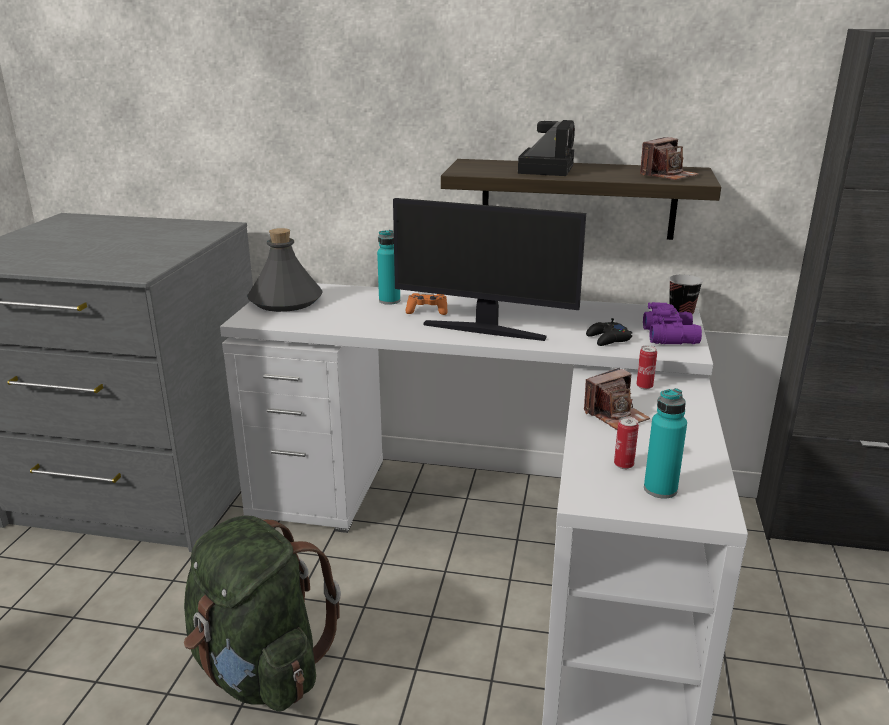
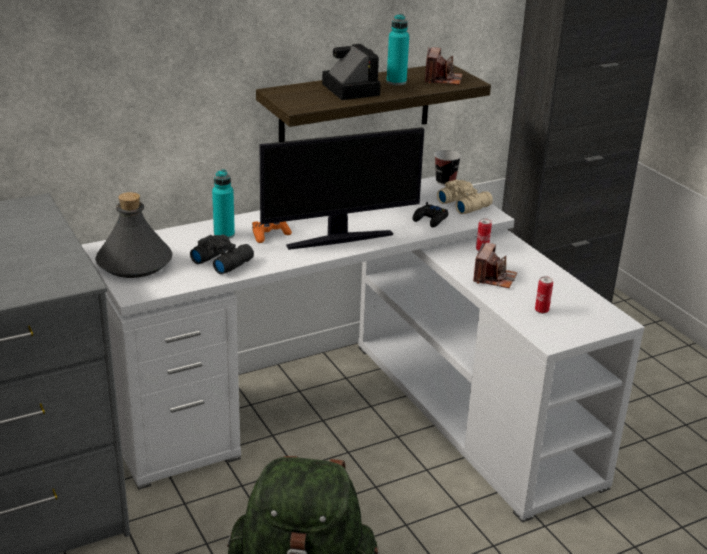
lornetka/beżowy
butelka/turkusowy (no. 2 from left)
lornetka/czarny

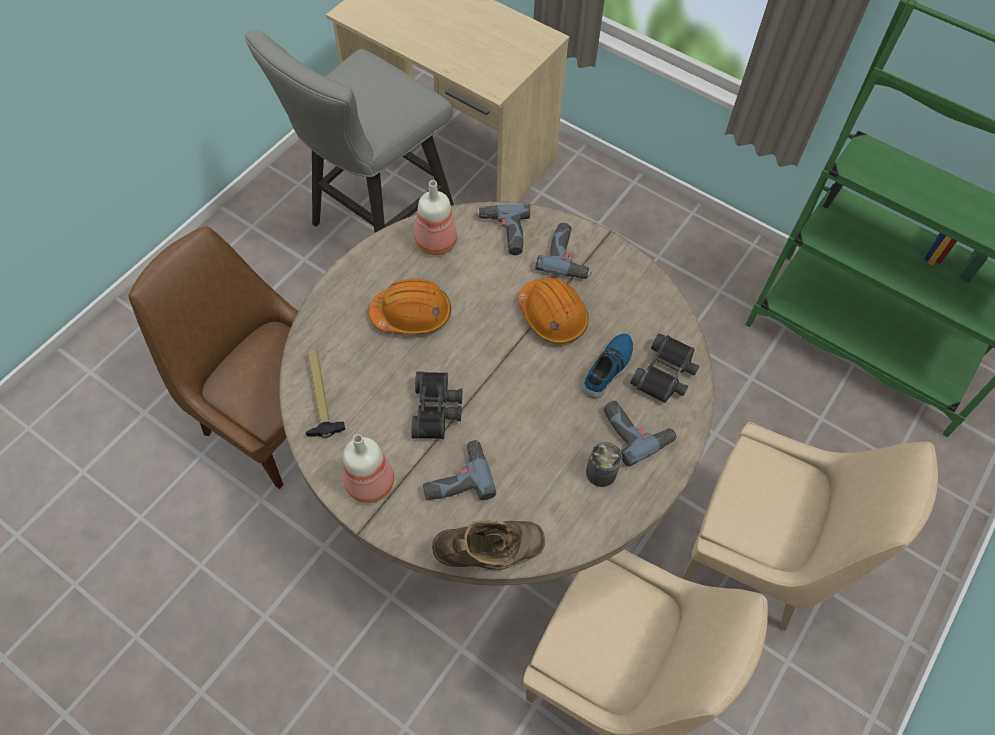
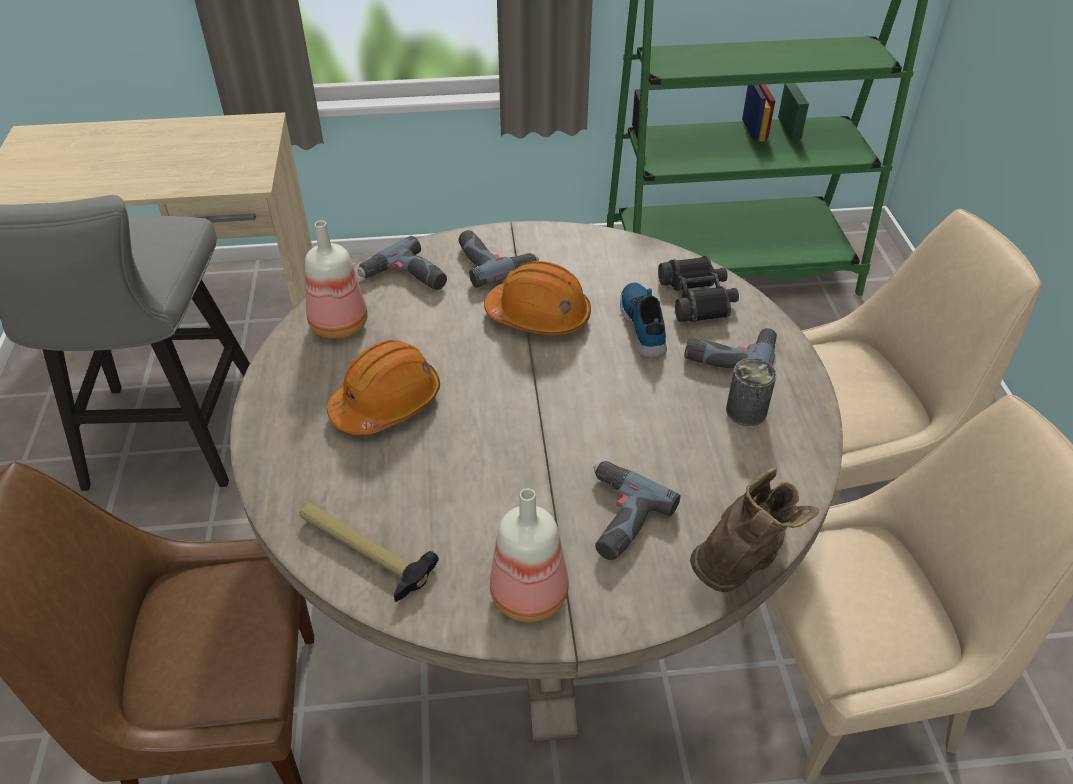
lornetka/czarny (no. 1 from left in the first image)

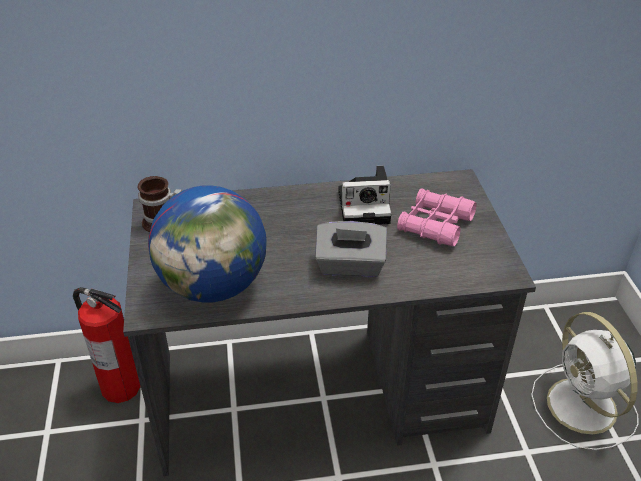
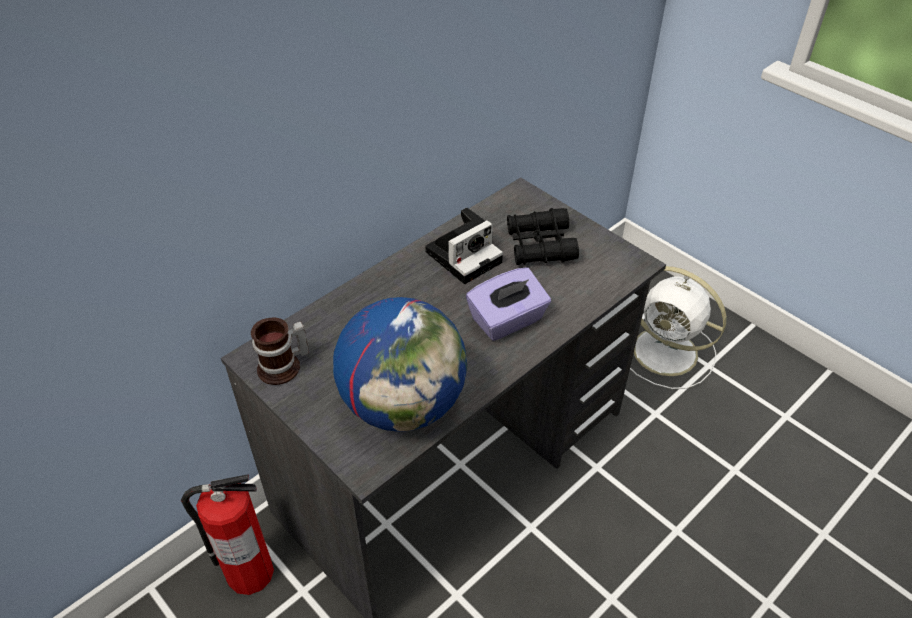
pudełko chusteczek/fioletowy
lornetka/czarny

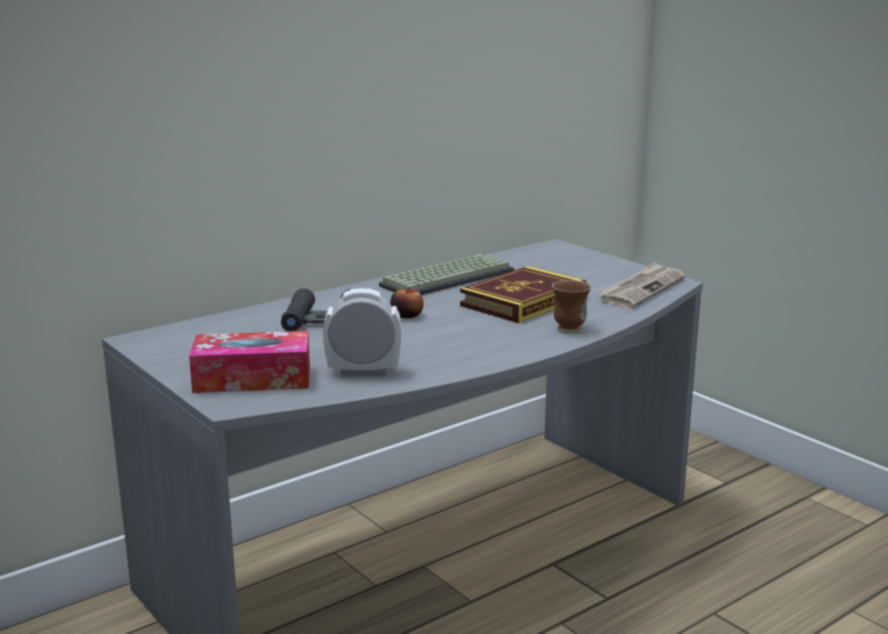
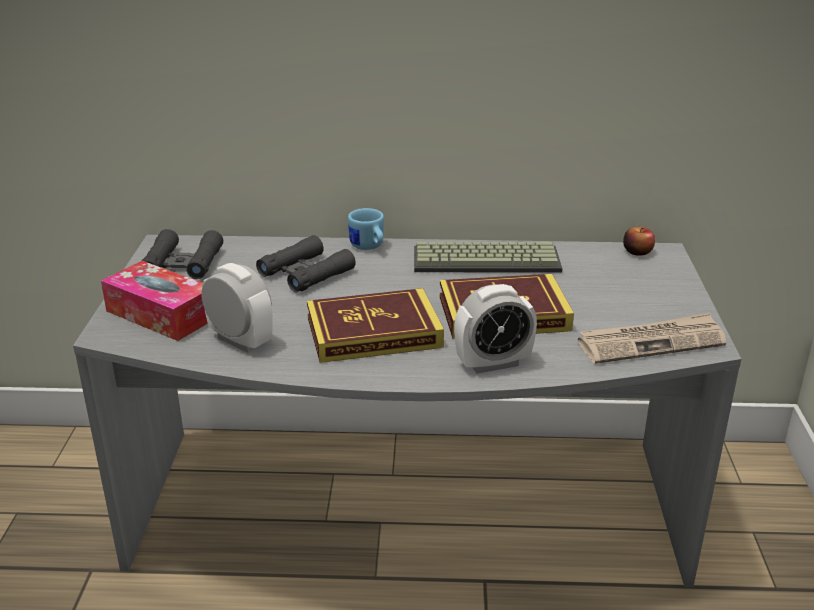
jabłko
budzik (no. 2 from left)
lornetka/czarny (no. 1 from left)
książka (no. 1 from left)
kubek/niebieski

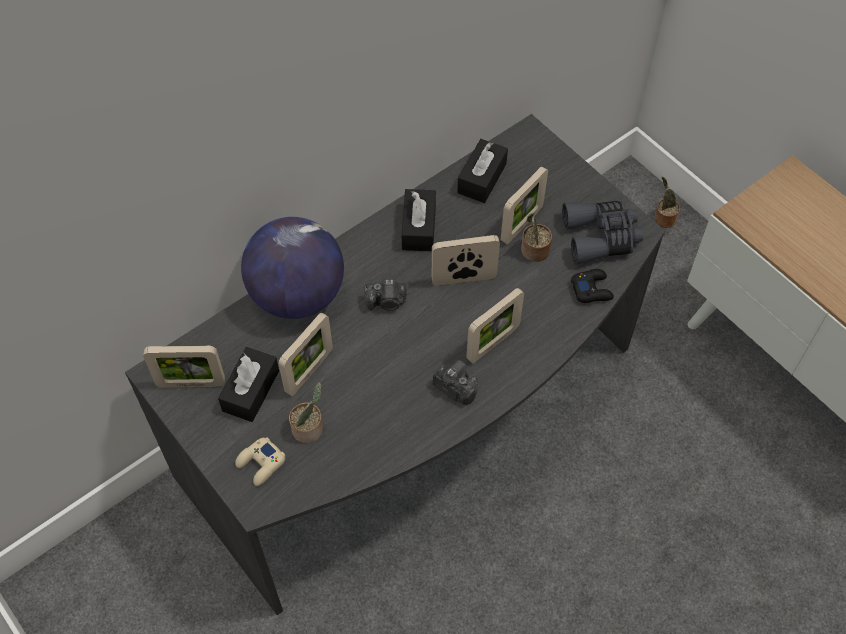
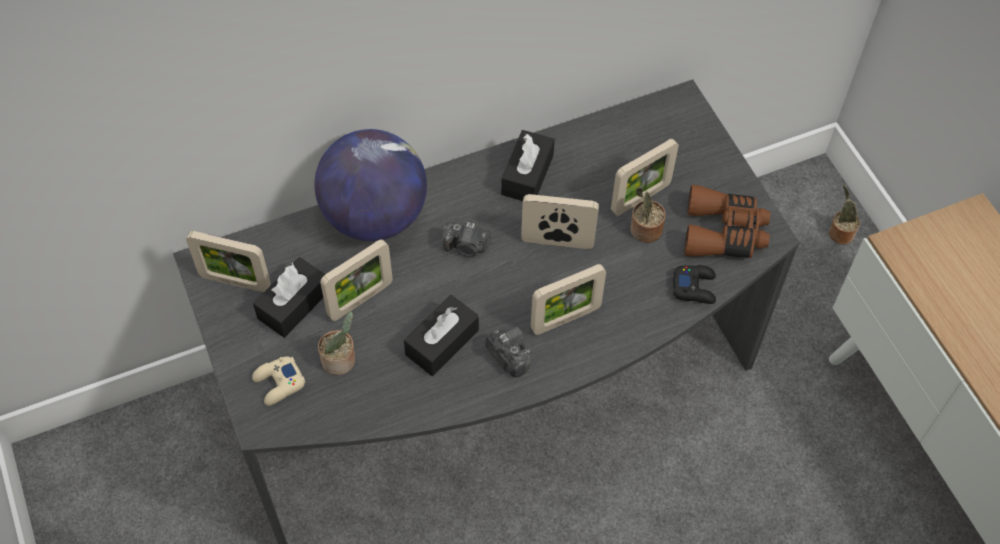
pudełko chusteczek/czarny (no. 2 from left)
lornetka/brązowy

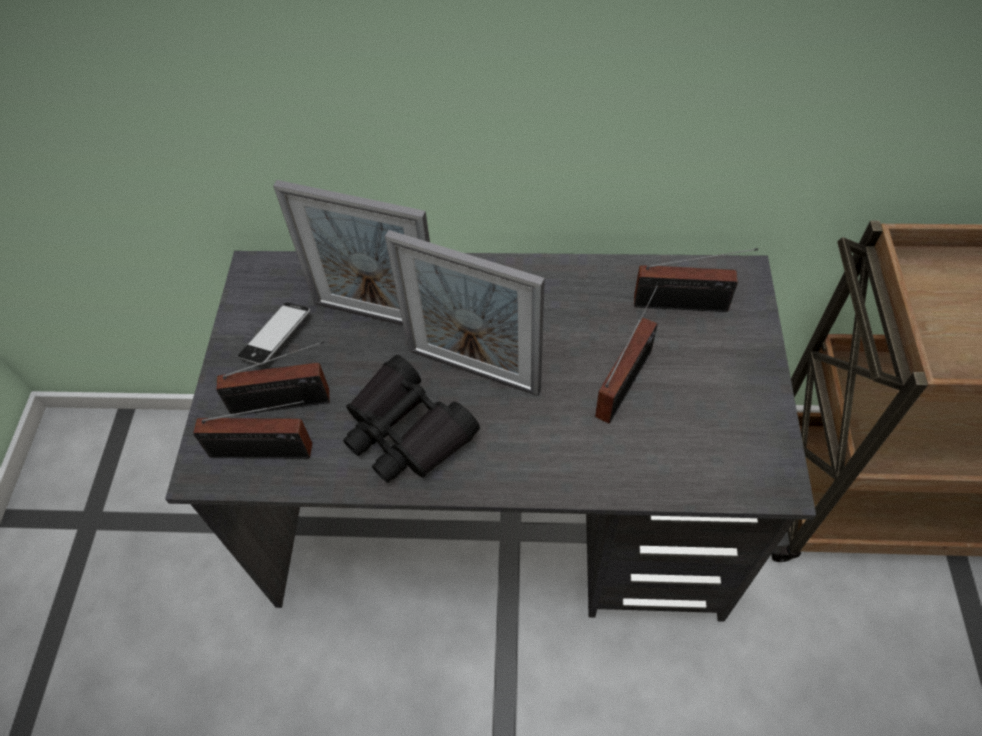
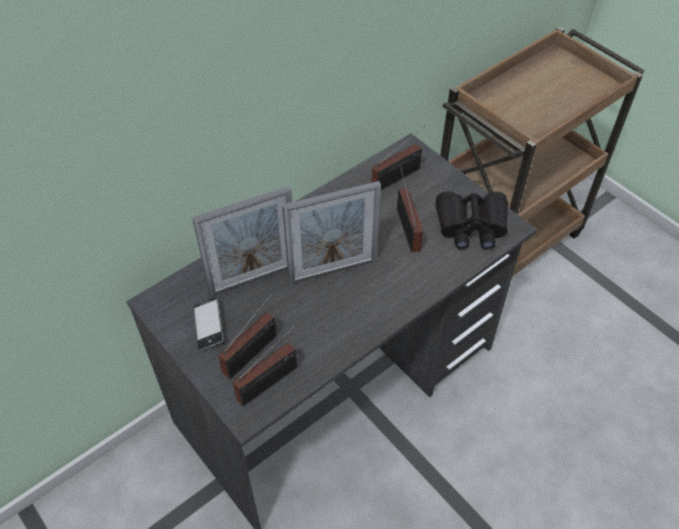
lornetka/czarny

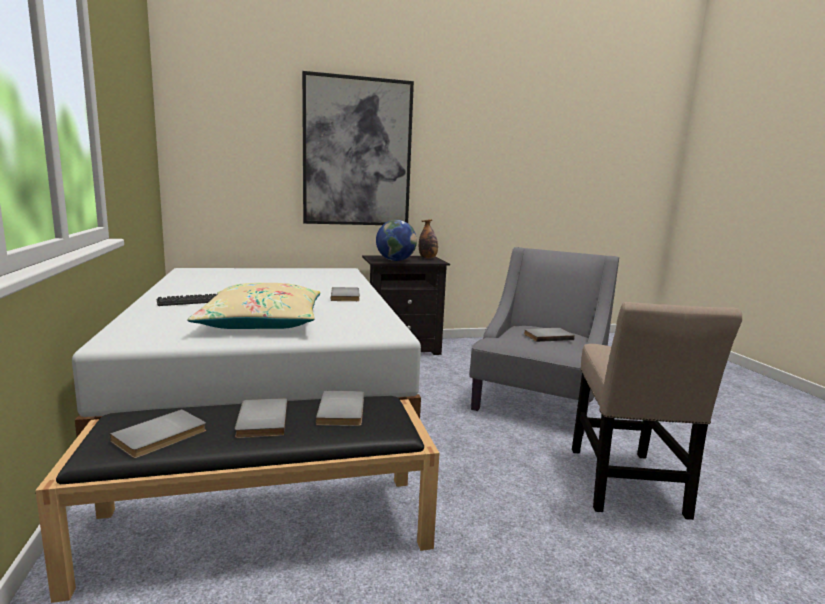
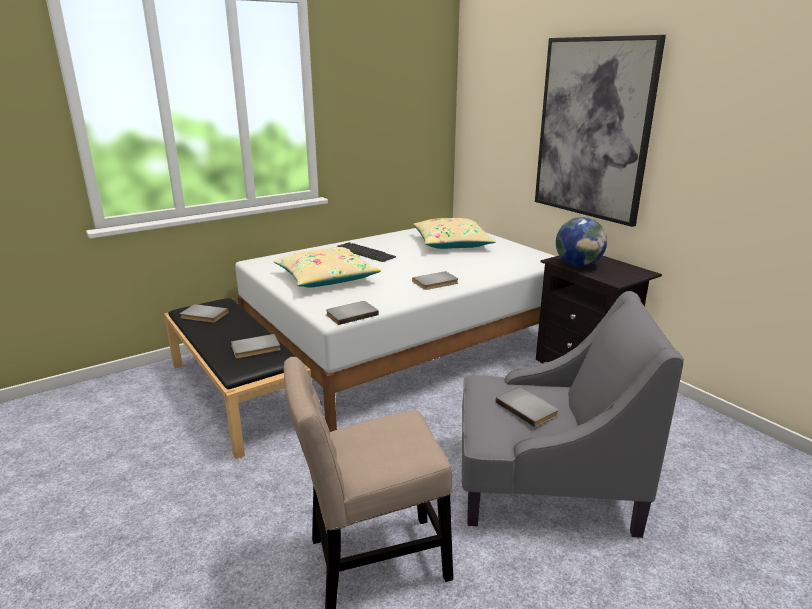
książka/szary (no. 3 from left)
butelka
poduszka/beżowy (no. 2 from left)

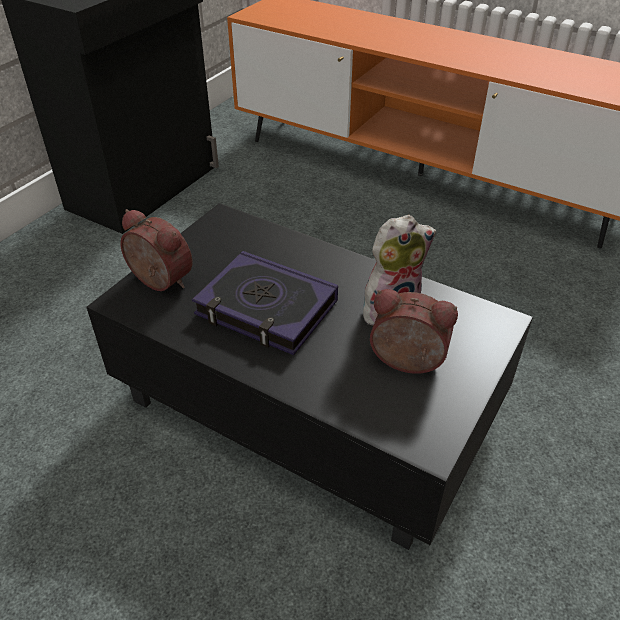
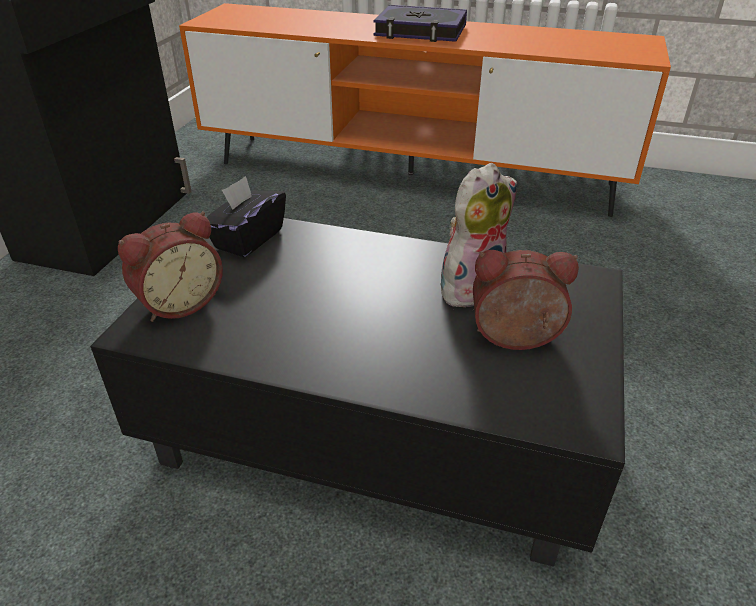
budzik (no. 1 from left)
książka
pudełko chusteczek/czarny

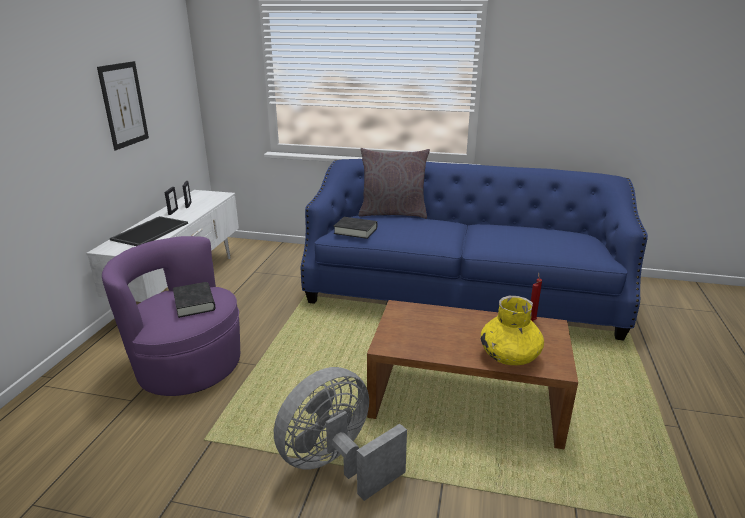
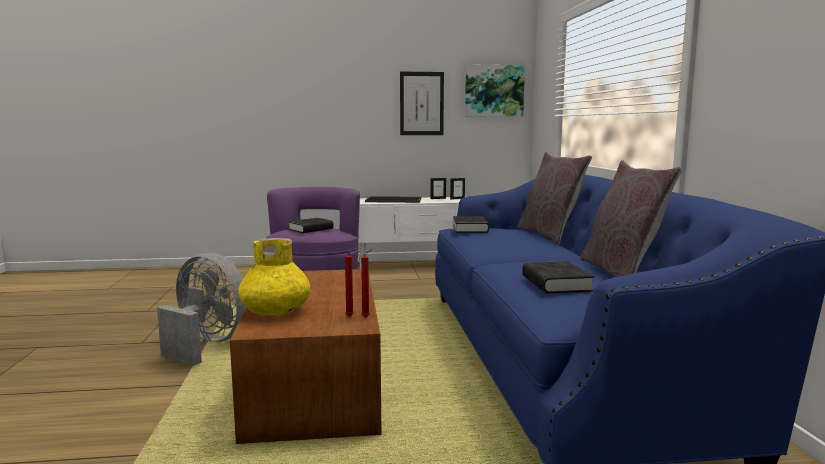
obraz (no. 2 from left)
książka/czarny (no. 3 from left)
poduszka/szary (no. 2 from left)

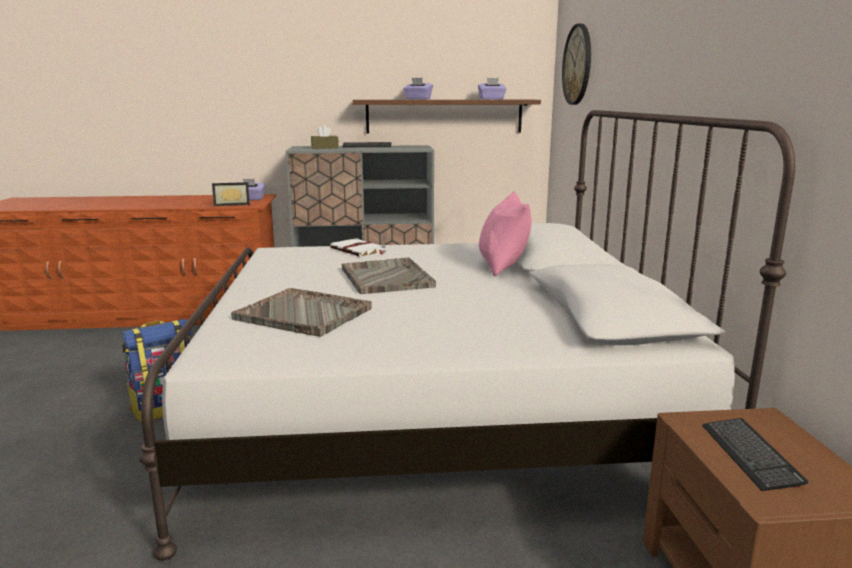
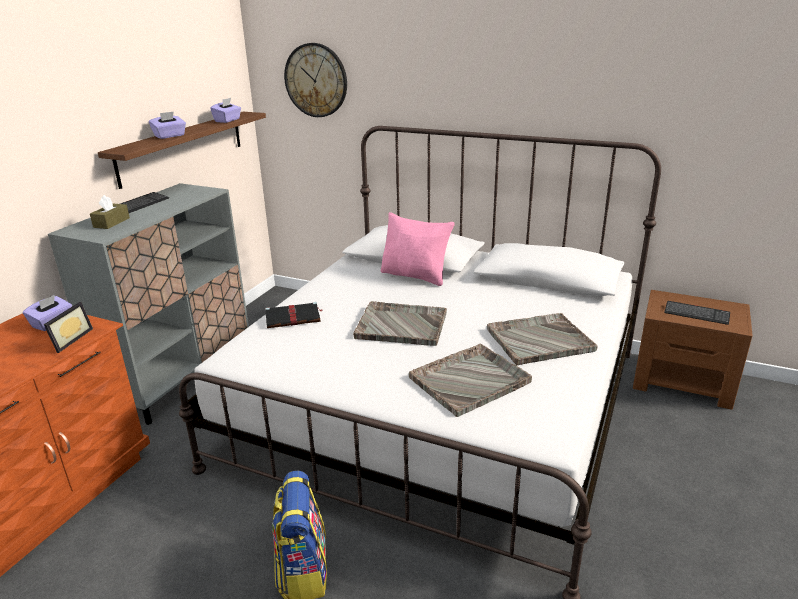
książka/czarny
taca/szary (no. 3 from left)

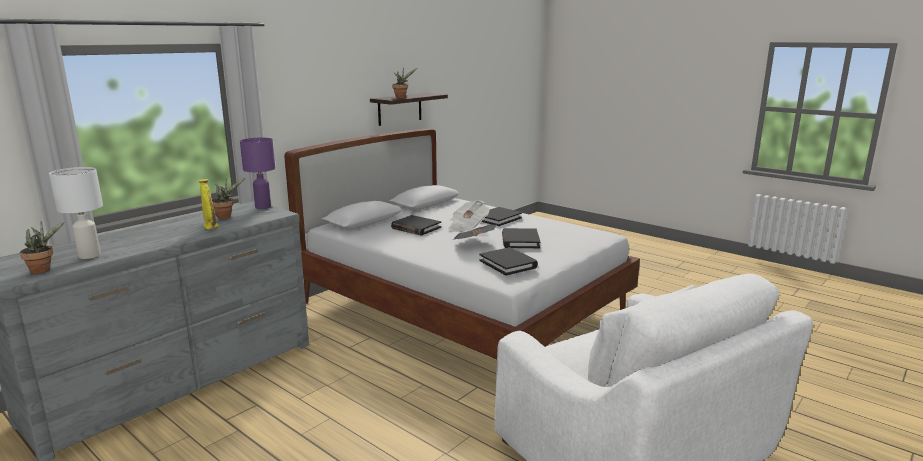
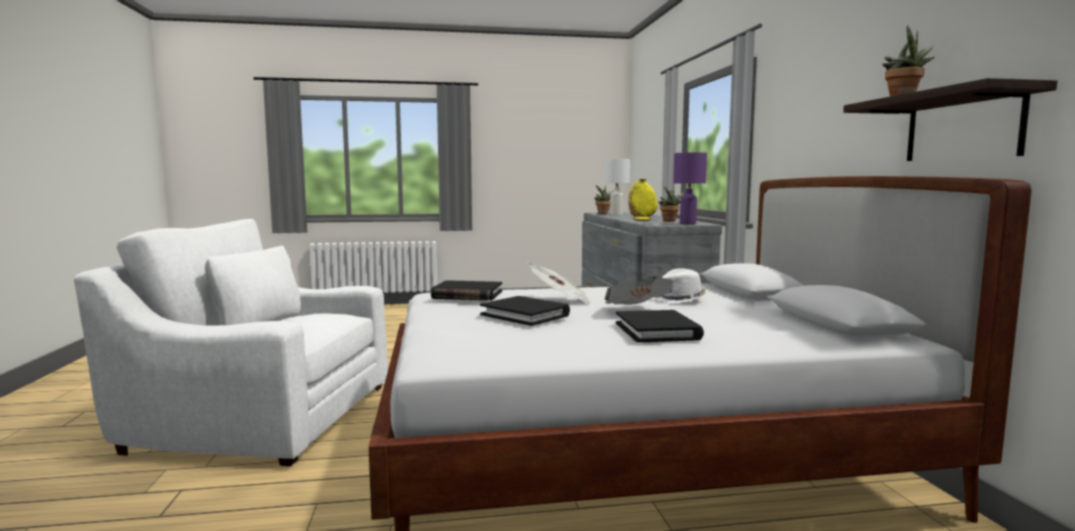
kapelusz/biały

